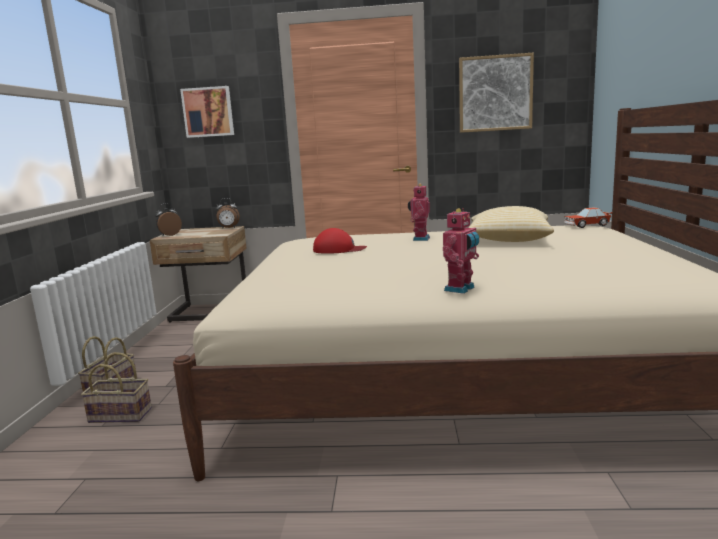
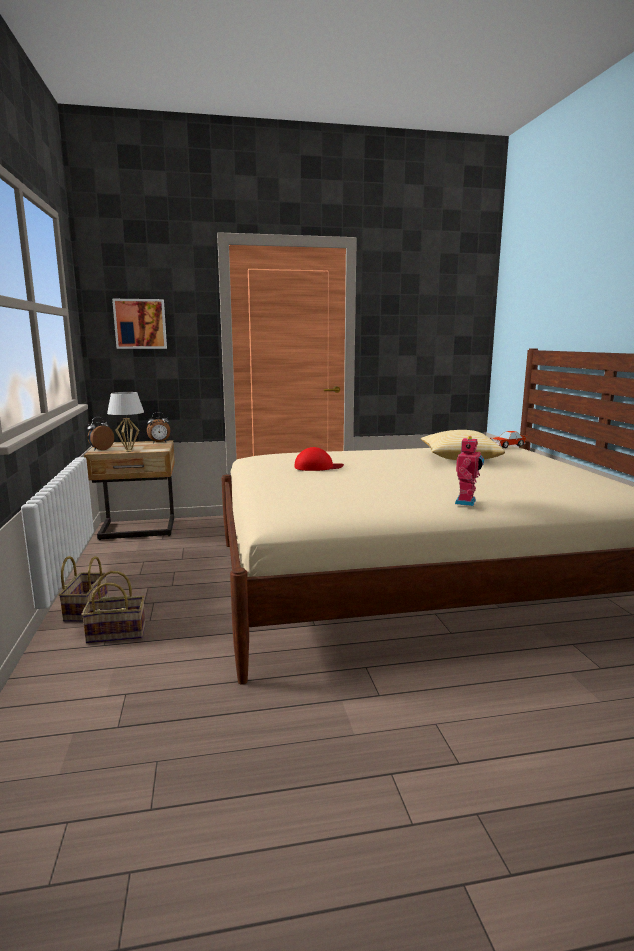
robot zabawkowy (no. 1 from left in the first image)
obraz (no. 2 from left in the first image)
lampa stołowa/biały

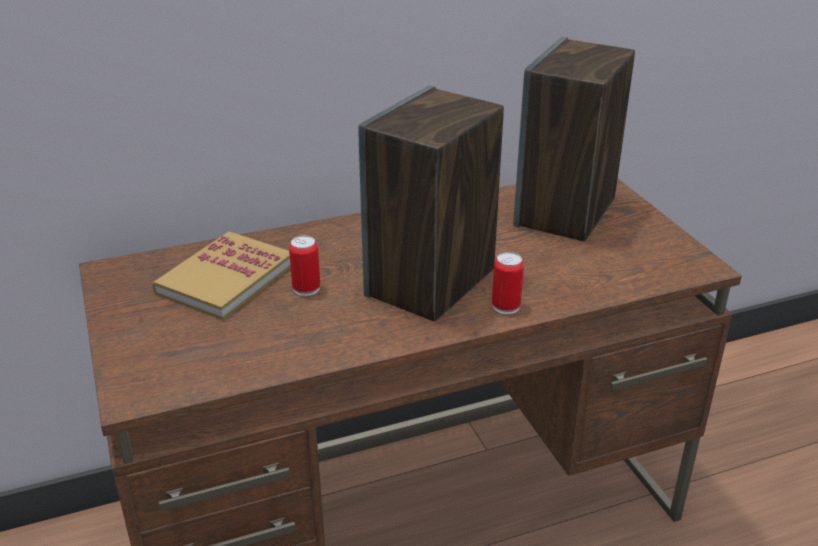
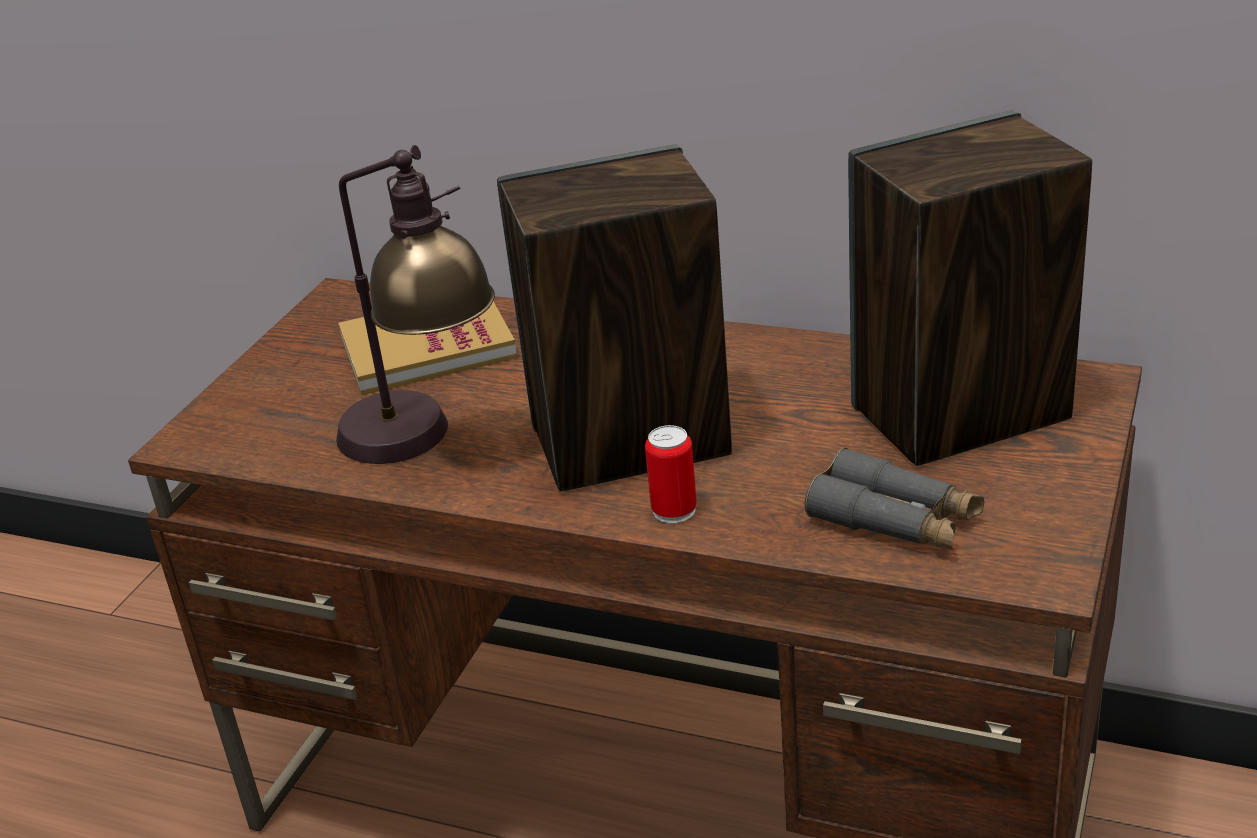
puszka (no. 1 from left in the first image)
lampa stołowa
lornetka/szary

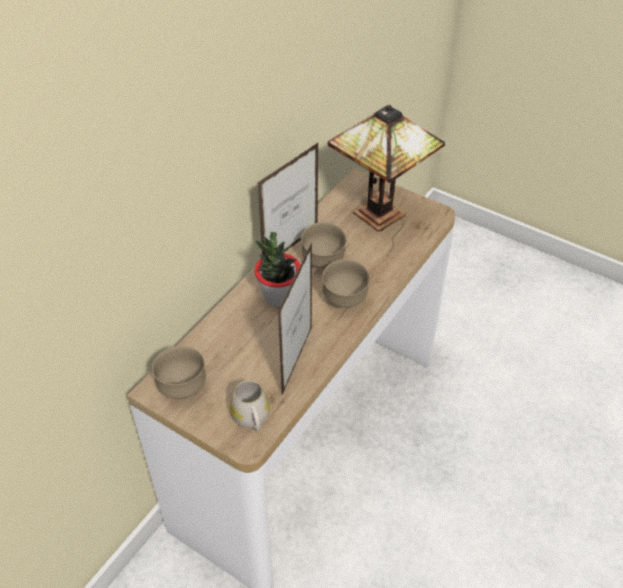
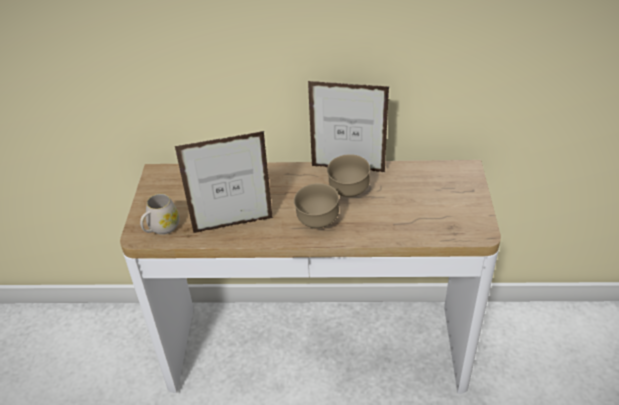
miska/brązowy (no. 1 from left in the first image)
roślina doniczkowa
lampa stołowa

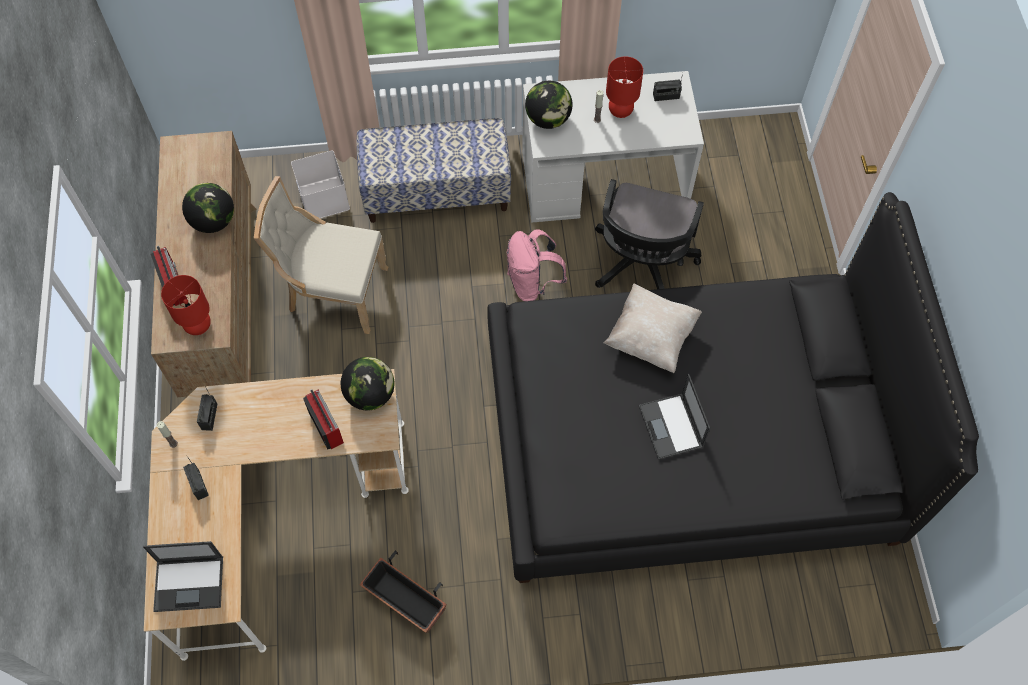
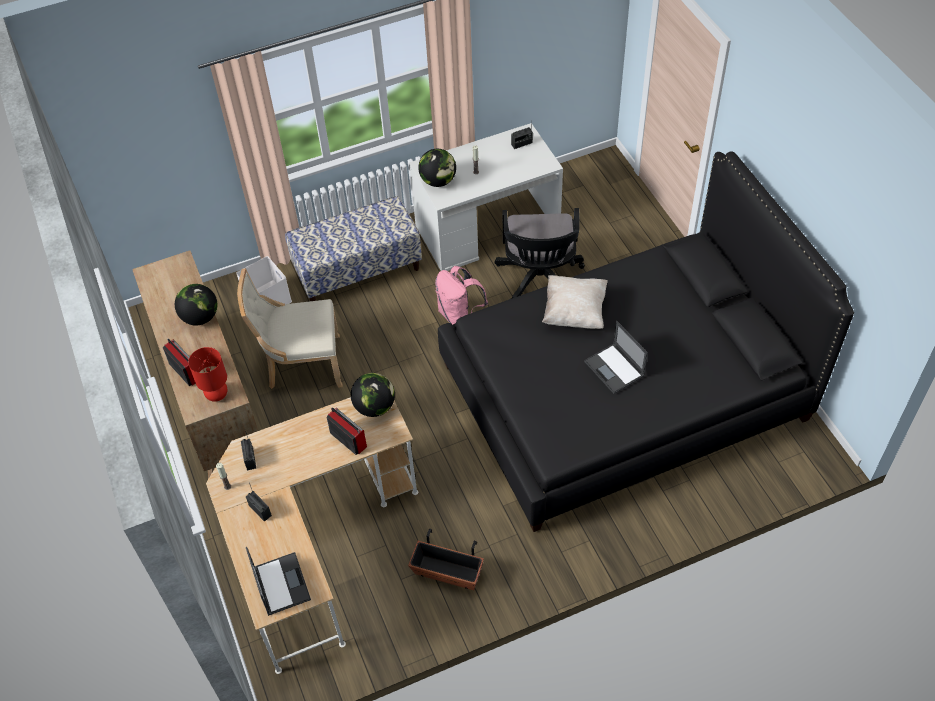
laptop (no. 1 from left)
lampa stołowa/czerwony (no. 2 from left in the first image)

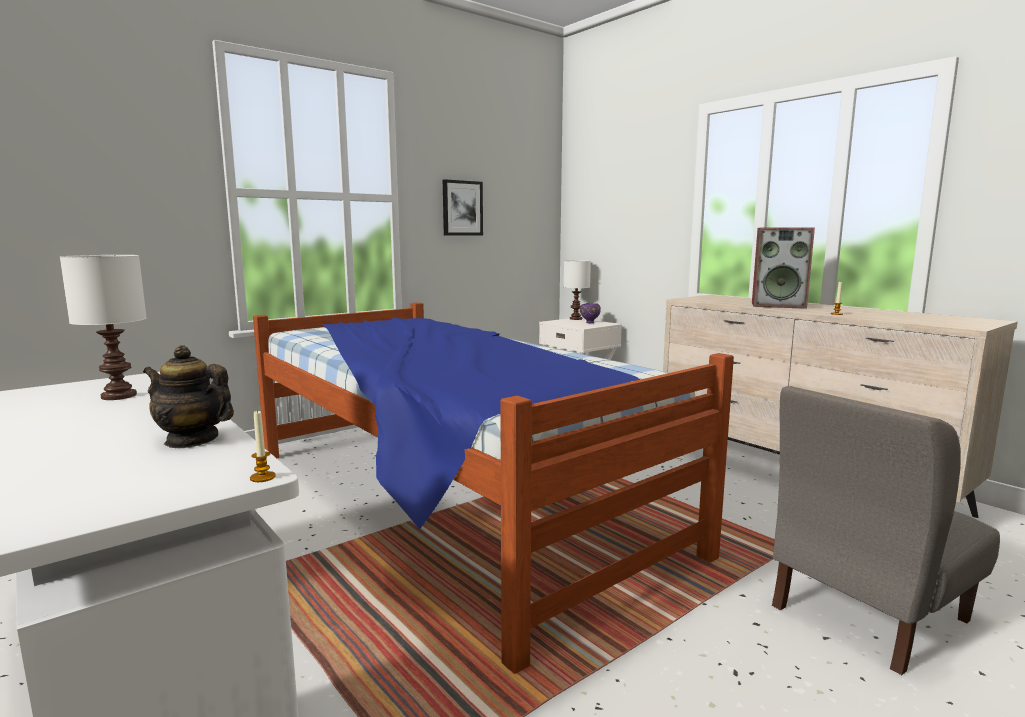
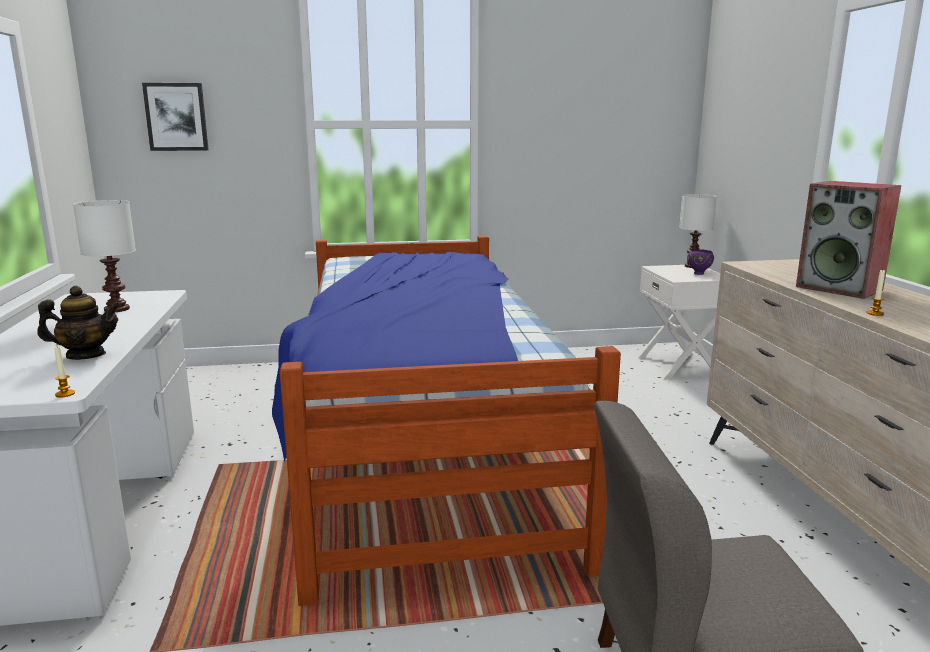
imbryk
obraz

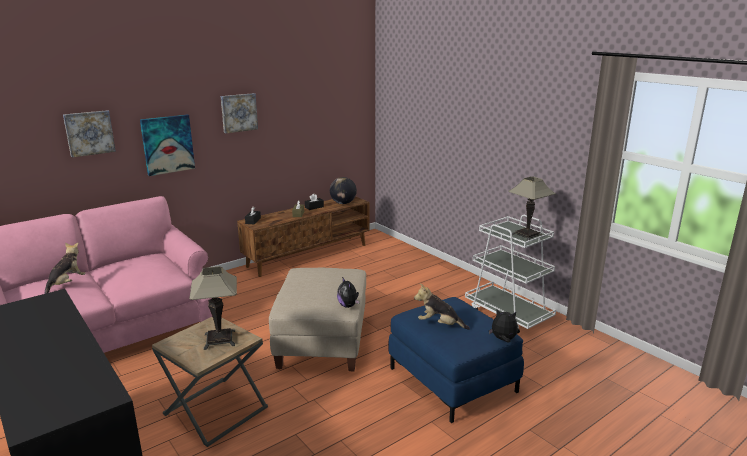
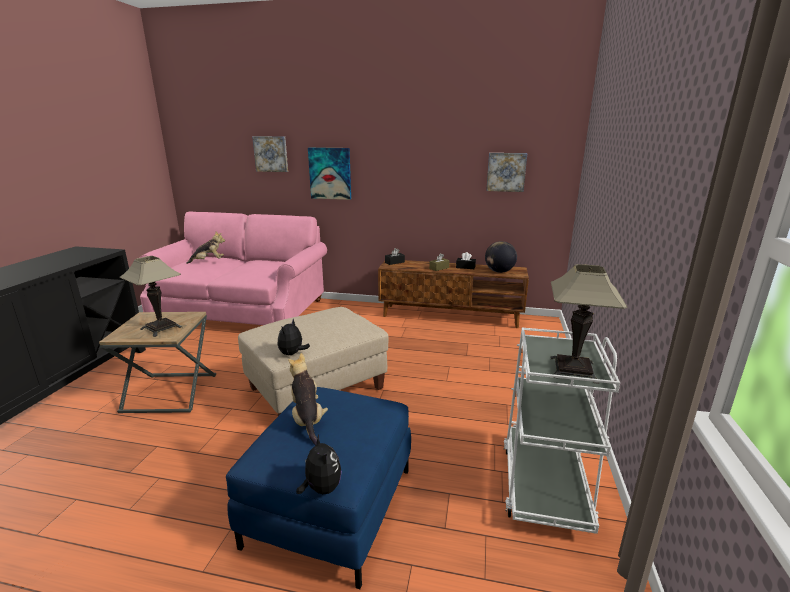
obraz (no. 3 from left)

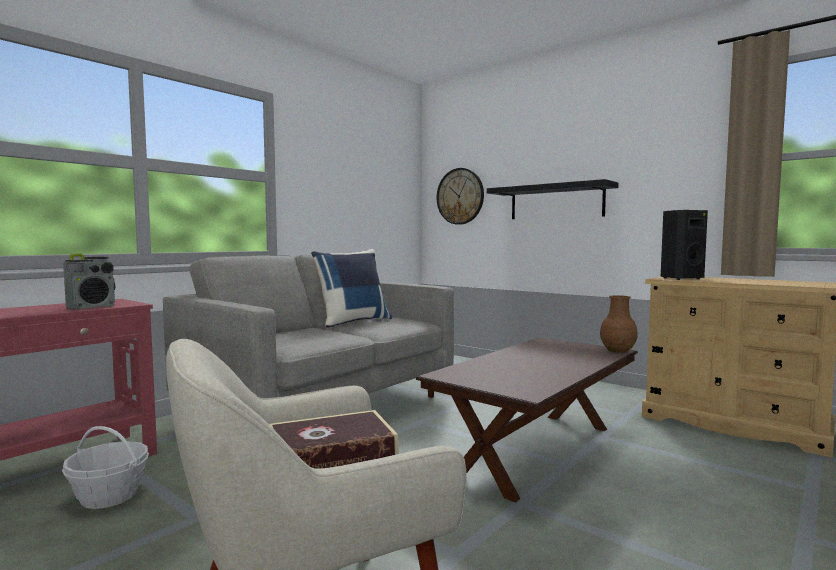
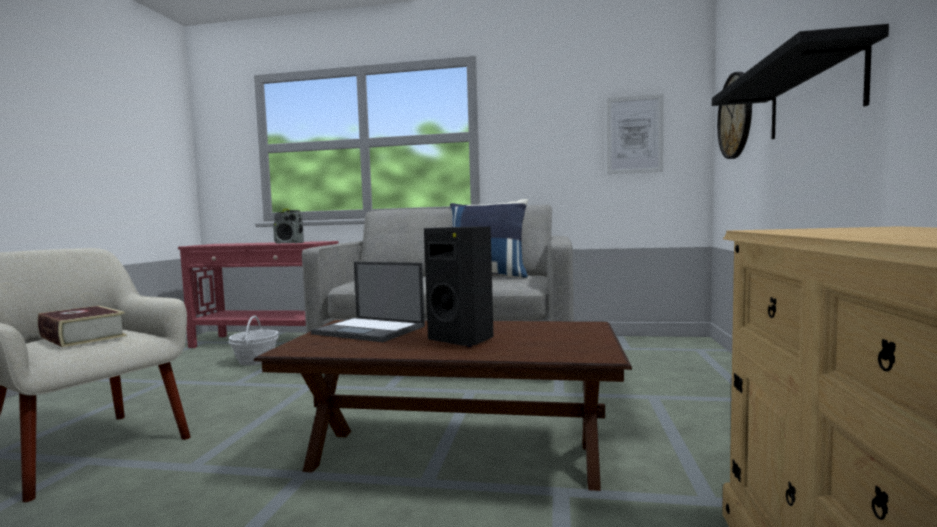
wazon/brązowy
głośnik/czarny
laptop
obraz

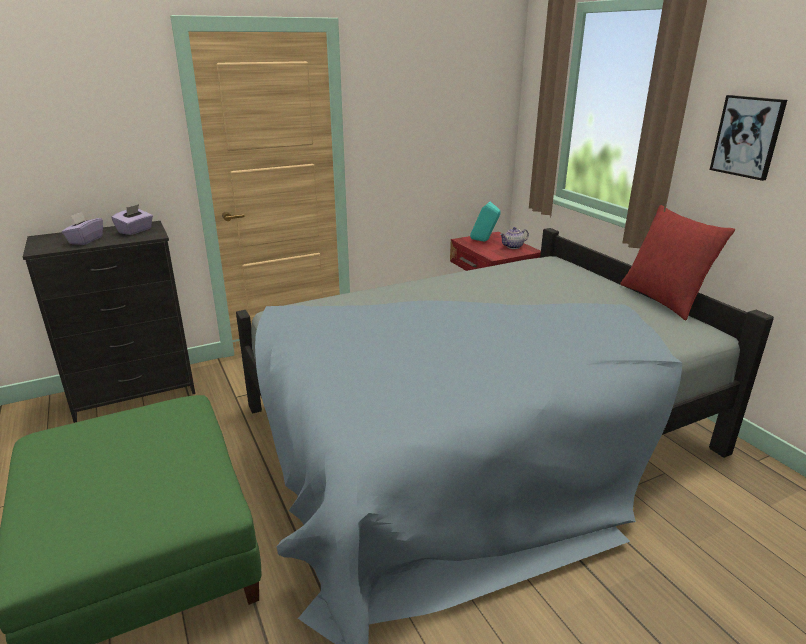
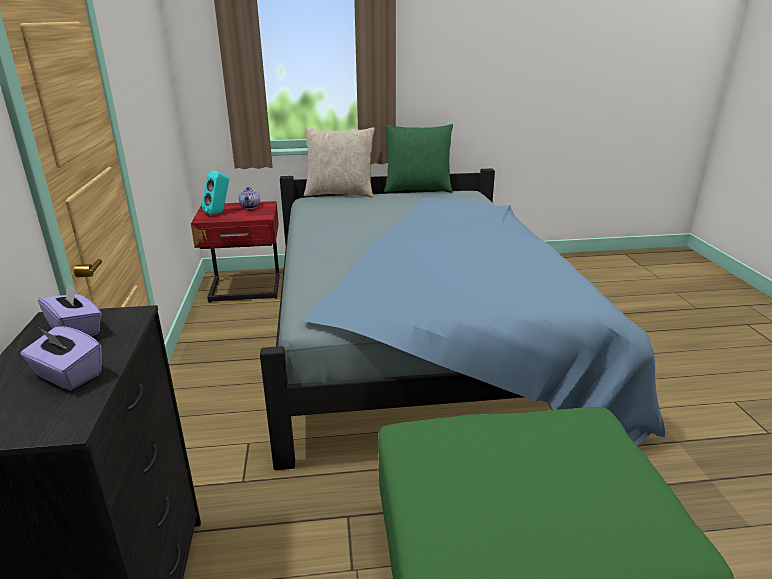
poduszka/zielony
obraz
poduszka/beżowy

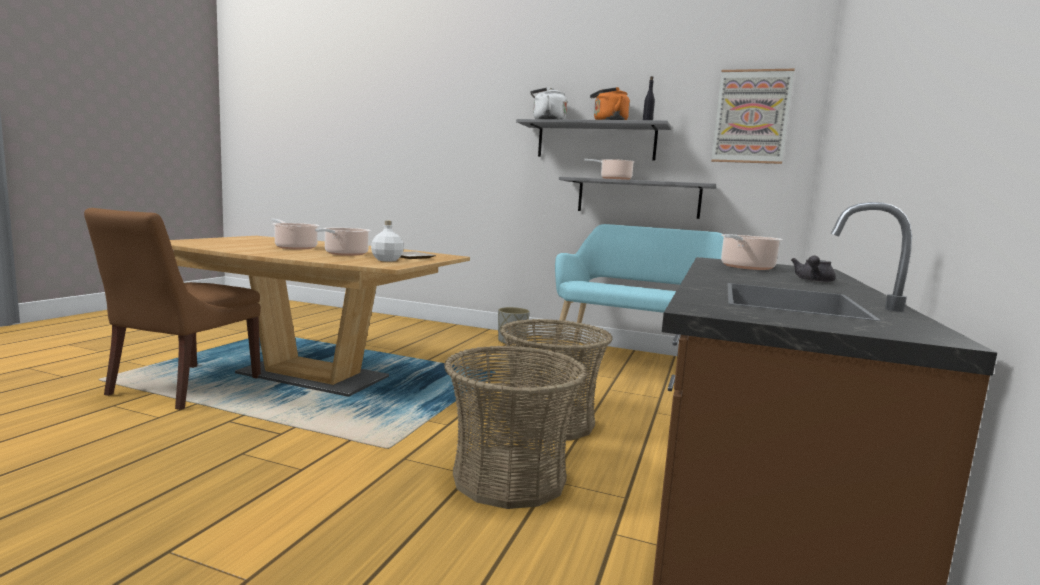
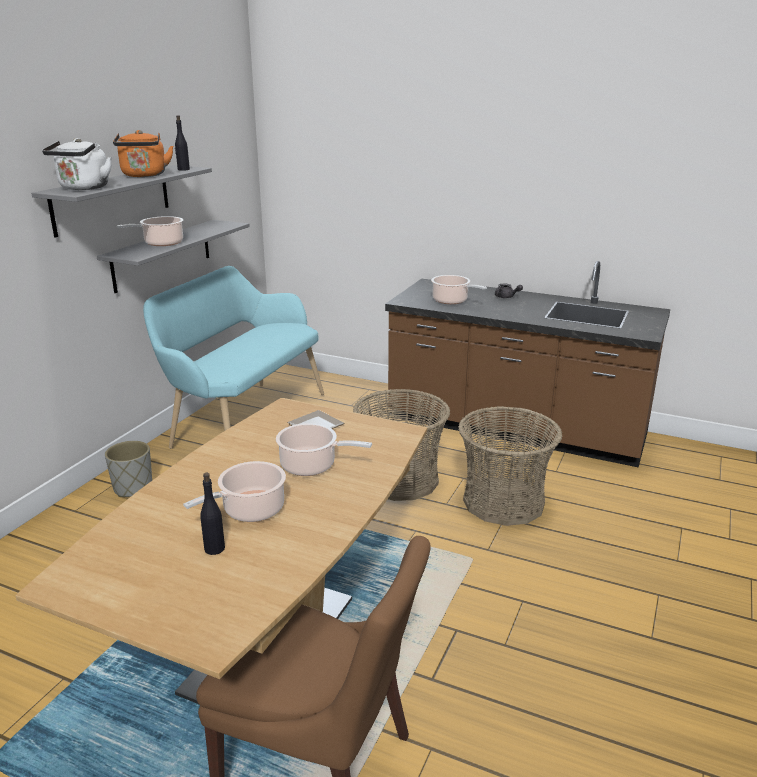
butelka/biały
obraz
butelka/czarny (no. 2 from left)

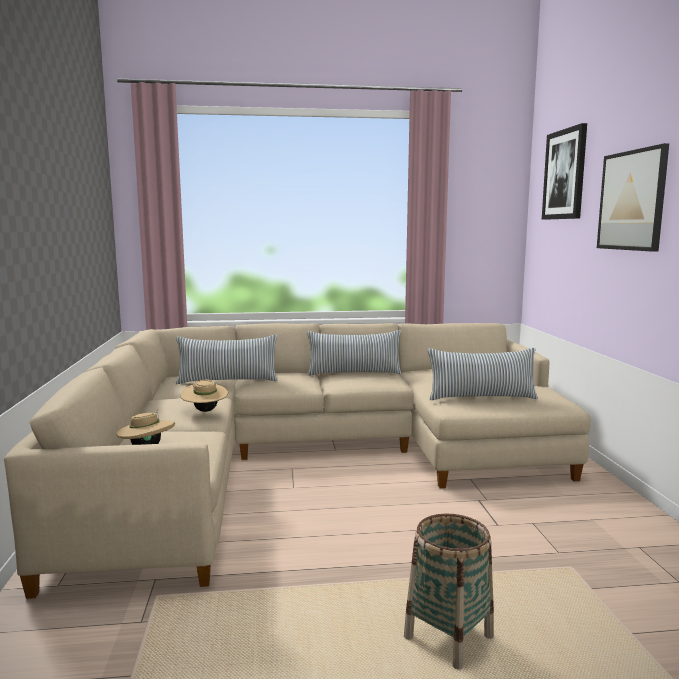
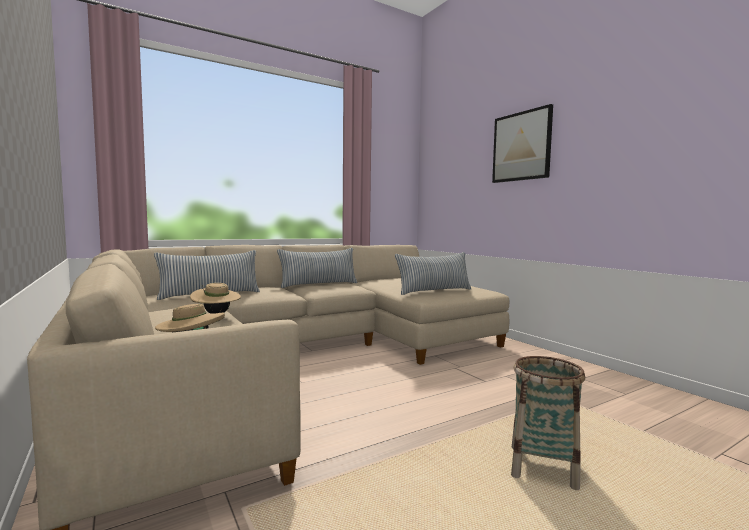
obraz (no. 1 from left in the first image)

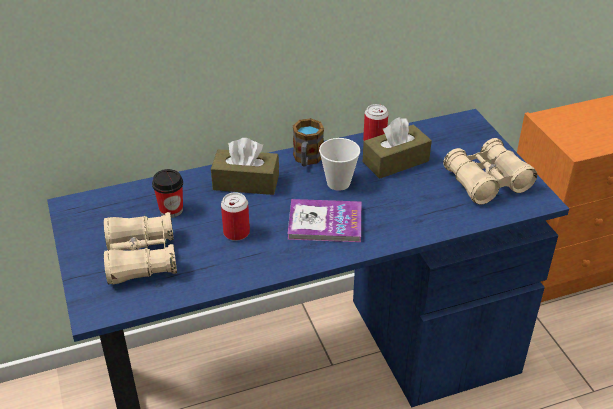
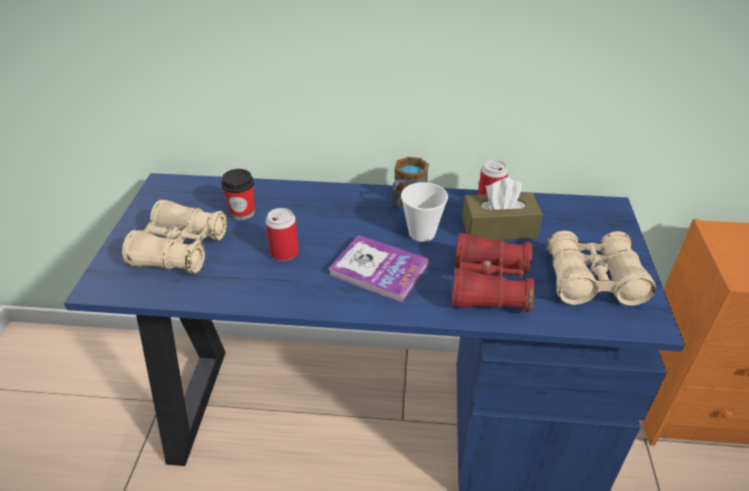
pudełko chusteczek/brązowy (no. 1 from left in the first image)
lornetka/czerwony

